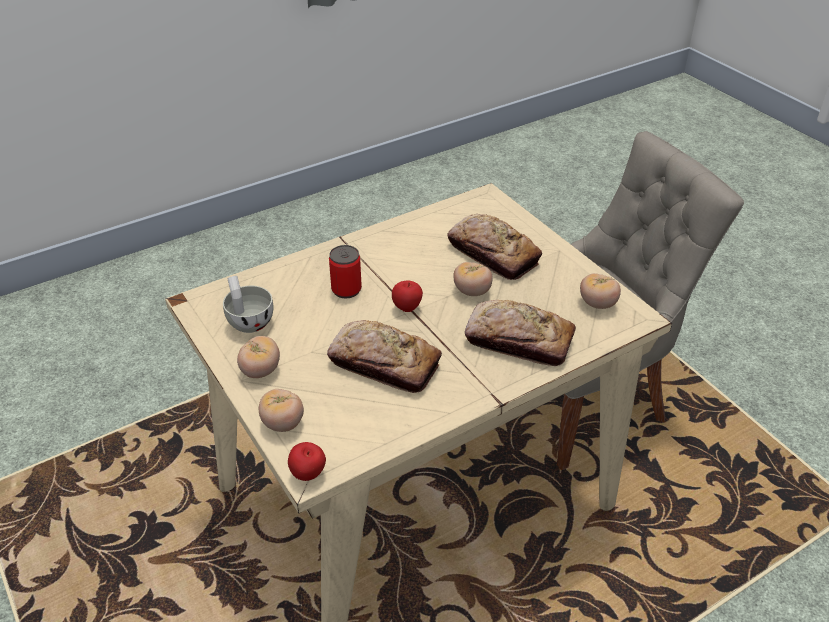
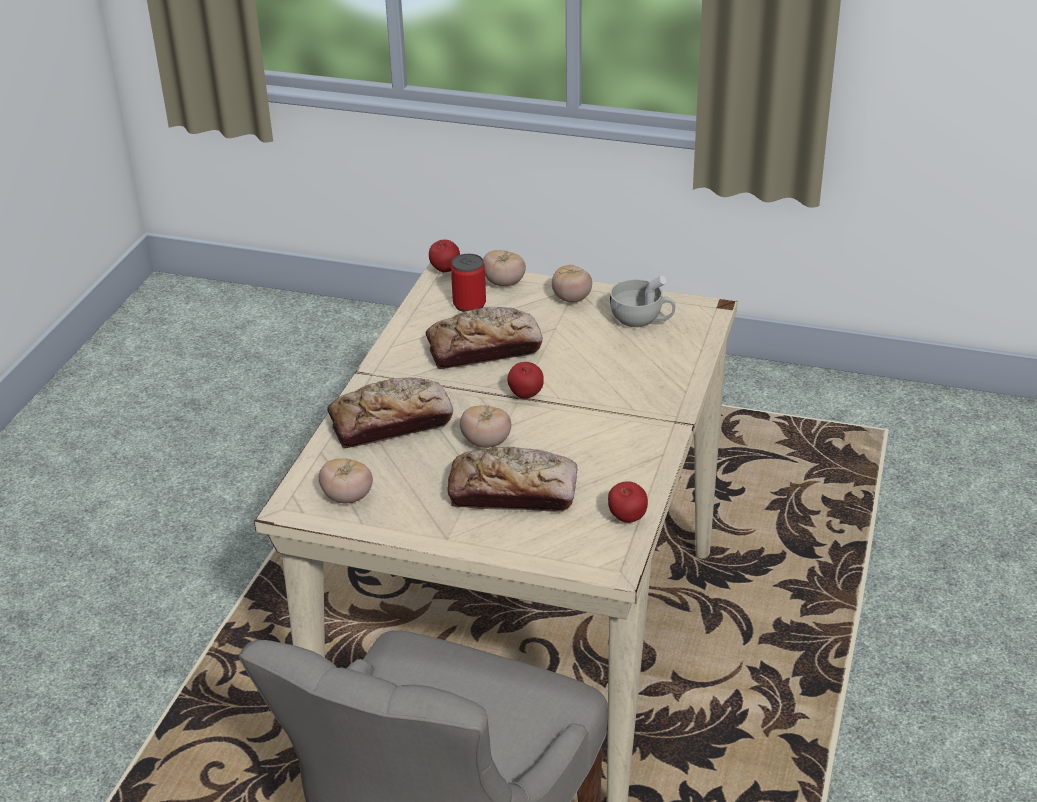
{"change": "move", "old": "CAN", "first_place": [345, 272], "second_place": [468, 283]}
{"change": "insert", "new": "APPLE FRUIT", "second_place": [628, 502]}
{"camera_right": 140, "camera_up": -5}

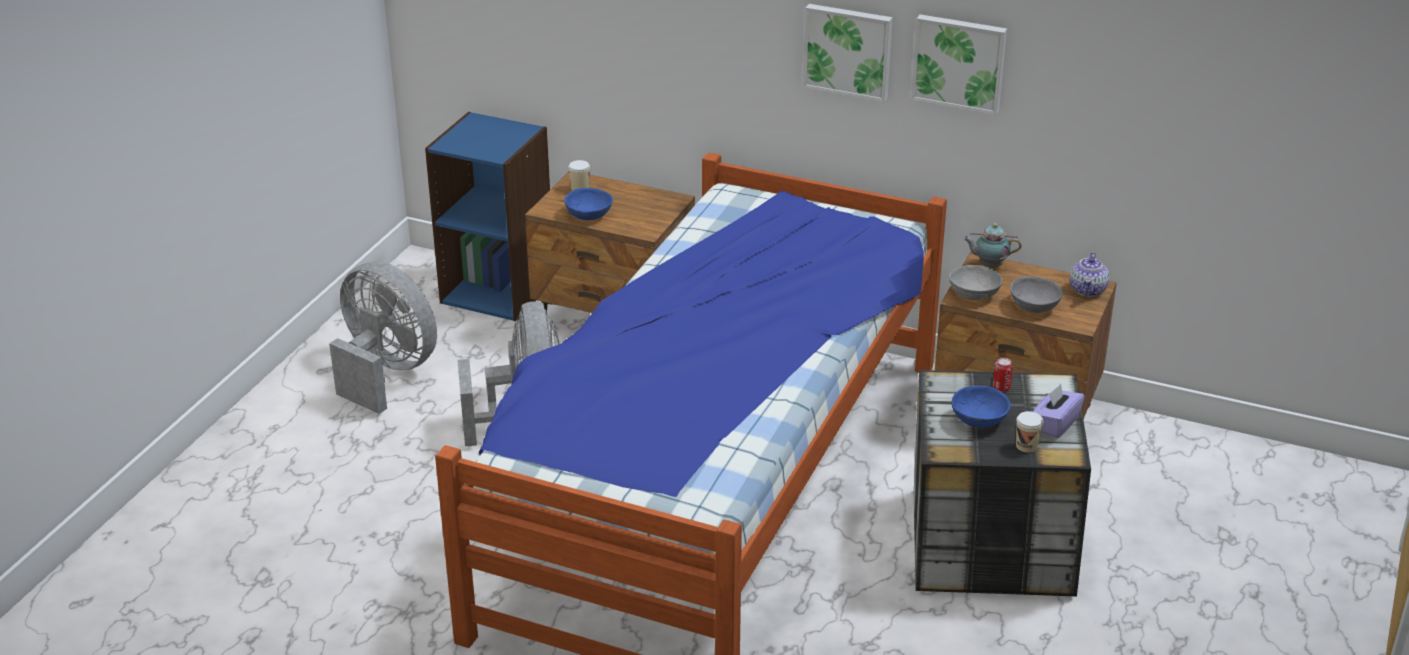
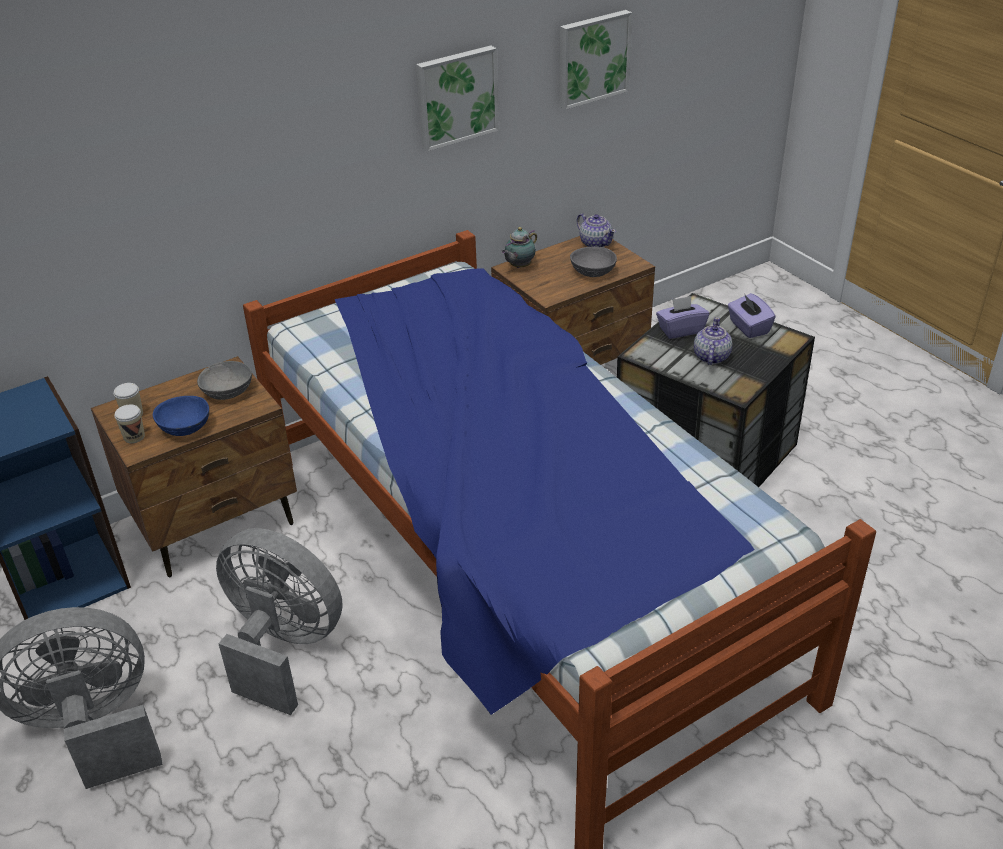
{"change": "move", "old": "WALL ART", "first_place": [848, 53], "second_place": [595, 60]}
{"change": "move", "old": "GRAY DEEP DISH", "first_place": [975, 282], "second_place": [224, 380]}
{"change": "replace", "old": "BLUE-COLOURED DEEP DISH", "new": "TEAPOT", "first_place": [981, 407], "second_place": [713, 341]}
{"change": "replace", "old": "CAN", "new": "PURPLISH TISSUE HOLDER", "first_place": [1003, 374], "second_place": [682, 317]}
{"change": "move", "old": "CUP", "first_place": [1030, 431], "second_place": [129, 423]}
{"camera_right": -55, "camera_up": 5}

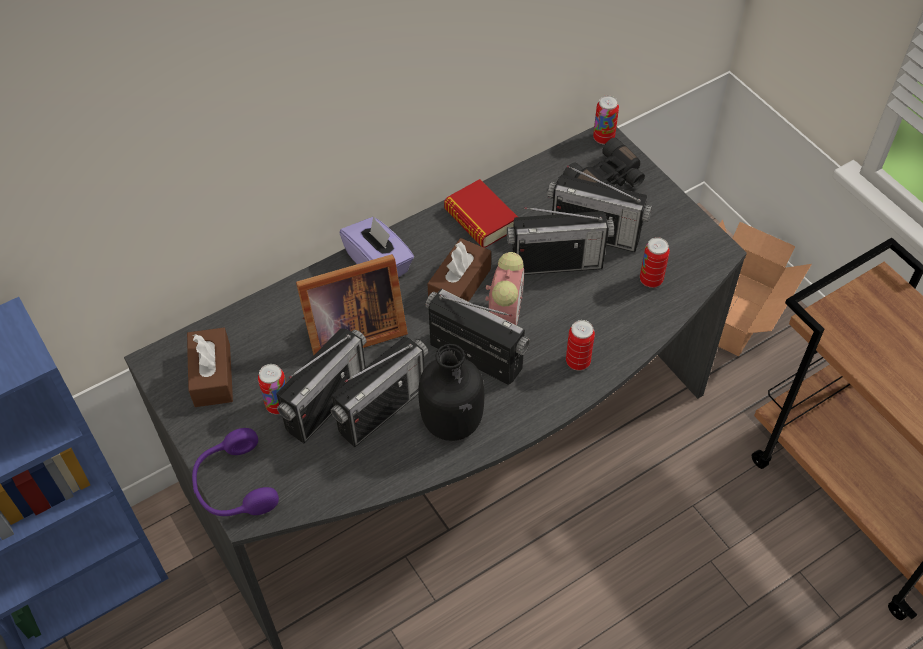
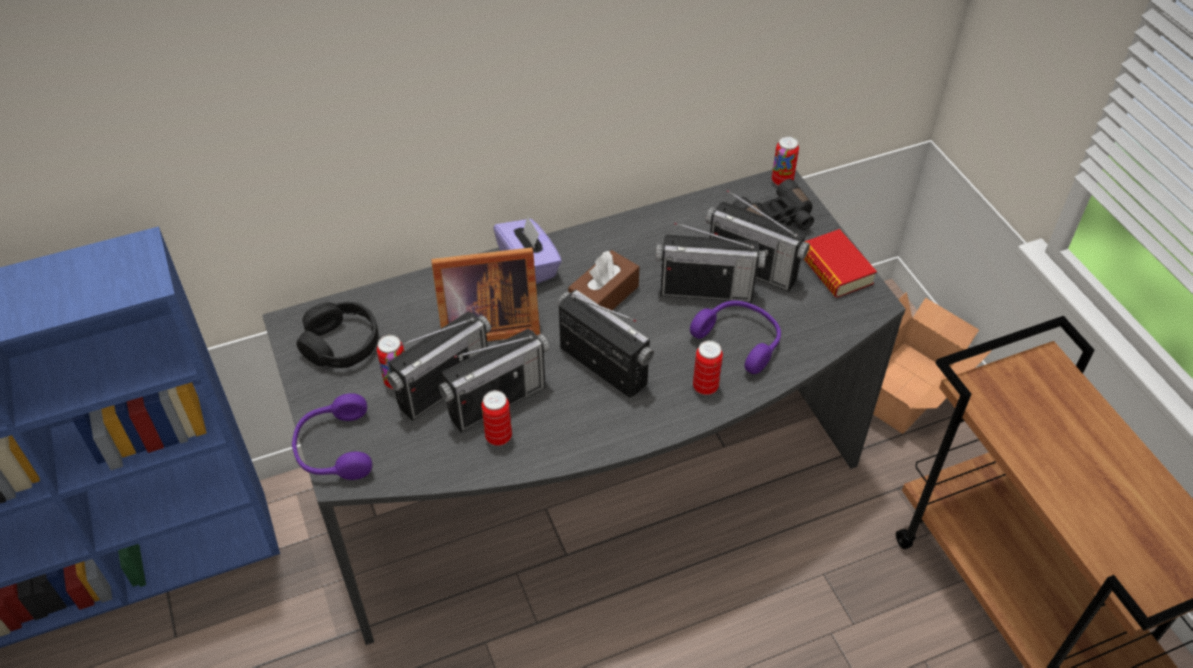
{"change": "replace", "old": "BROWNISH TISSUE HOLDER", "new": "BLACKISH PAIR OF HEADPHONES", "first_place": [210, 367], "second_place": [337, 335]}
{"change": "delete", "old": "BLACKISH BOTTLE", "first_place": [451, 392]}
{"change": "move", "old": "BOOK", "first_place": [481, 213], "second_place": [840, 263]}
{"change": "delete", "old": "TABLE CLOCK", "first_place": [505, 288]}
{"change": "move", "old": "CAN", "first_place": [655, 262], "second_place": [496, 418]}
{"change": "insert", "new": "PURPLISH PAIR OF HEADPHONES", "second_place": [735, 337]}
{"camera_right": 10, "camera_up": -5}

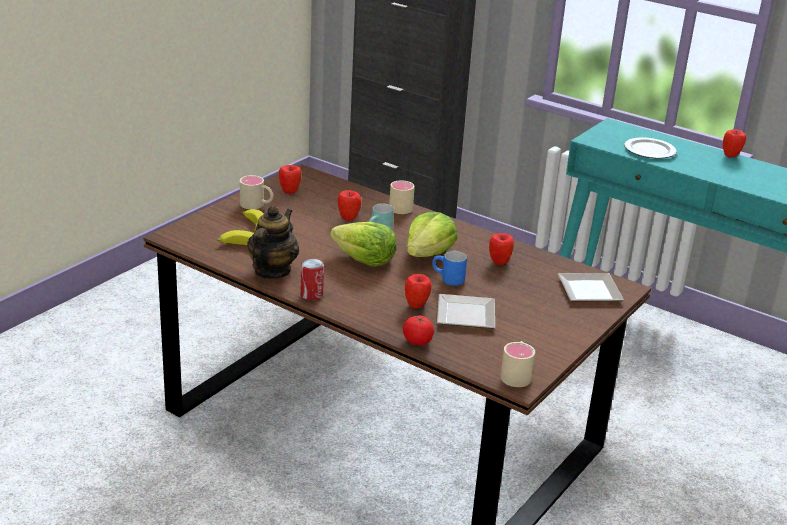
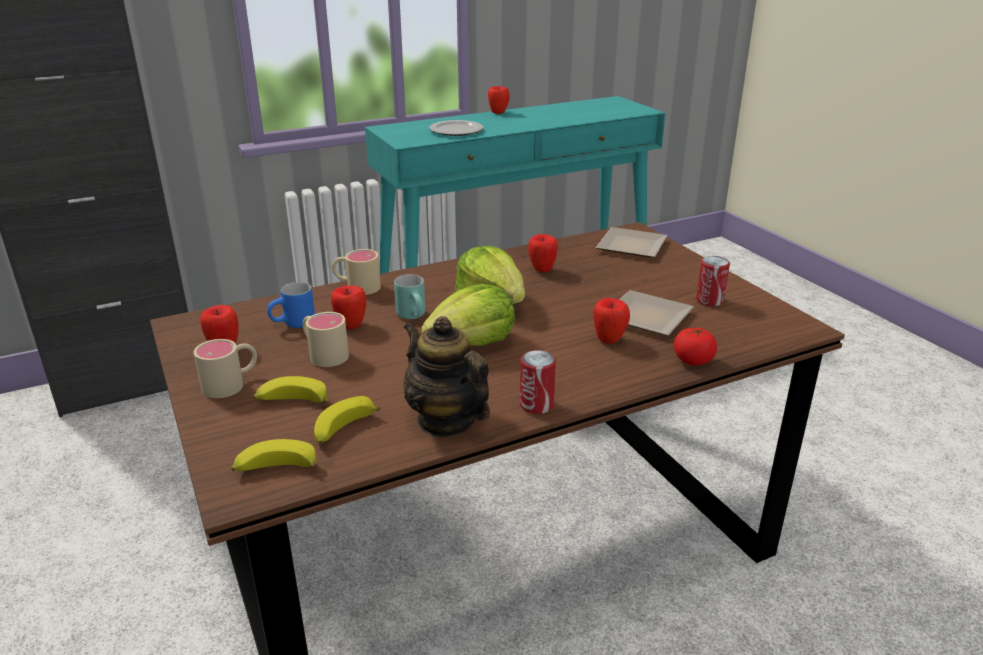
{"change": "move", "old": "BLUE-COLOURED COFFEE MUG", "first_place": [449, 268], "second_place": [291, 305]}
{"change": "move", "old": "SAND-COLOURED COFFEE MUG", "first_place": [517, 364], "second_place": [326, 339]}
{"change": "insert", "new": "BANANA", "second_place": [274, 455]}
{"change": "insert", "new": "CAN", "second_place": [713, 281]}
{"camera_right": -60, "camera_up": 0}

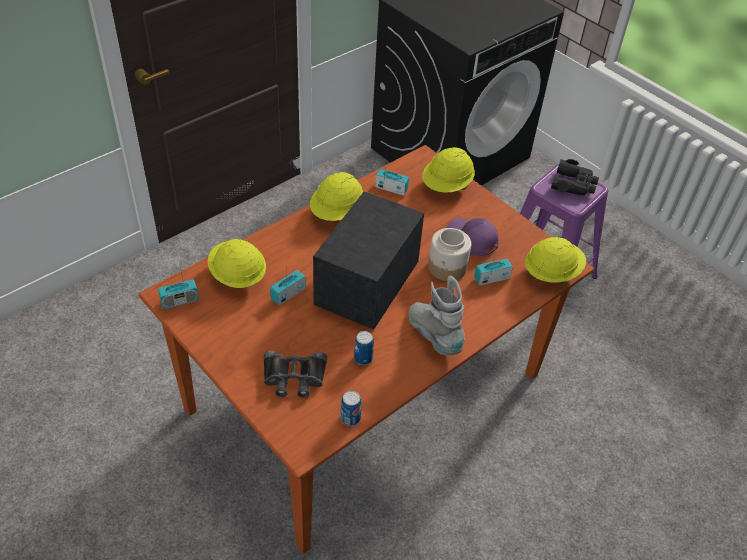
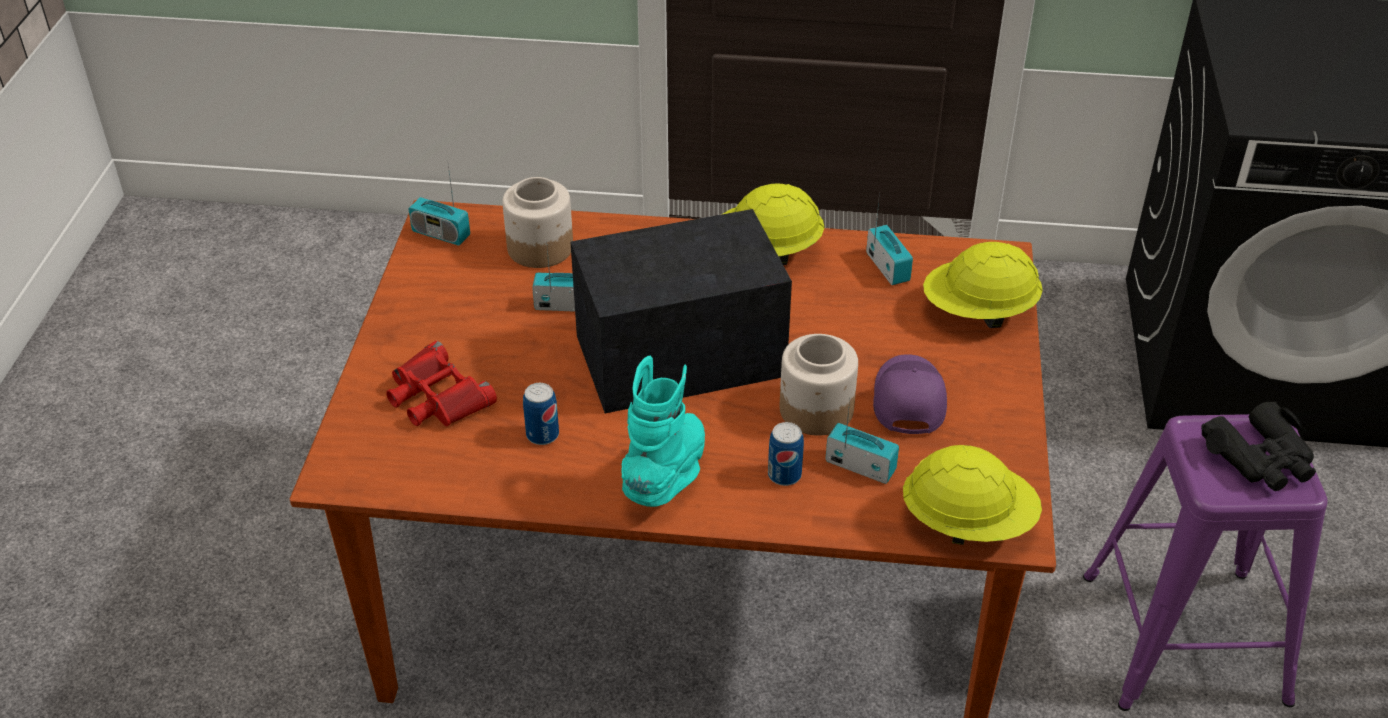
{"change": "replace", "old": "YELLOWISH HARD HAT", "new": "STORAGE JAR", "first_place": [237, 263], "second_place": [537, 222]}
{"change": "recolor", "old": "BLACKISH BINOCULARS", "new": "RED-COLOURED BINOCULARS", "first_place": [295, 374], "second_place": [441, 383]}
{"change": "move", "old": "CAN", "first_place": [351, 408], "second_place": [786, 454]}
{"change": "recolor", "old": "GRAY TALL BOOT", "new": "TURQUOISE-COLOURED TALL BOOT", "first_place": [437, 315], "second_place": [663, 431]}
{"camera_right": 50, "camera_up": -5}

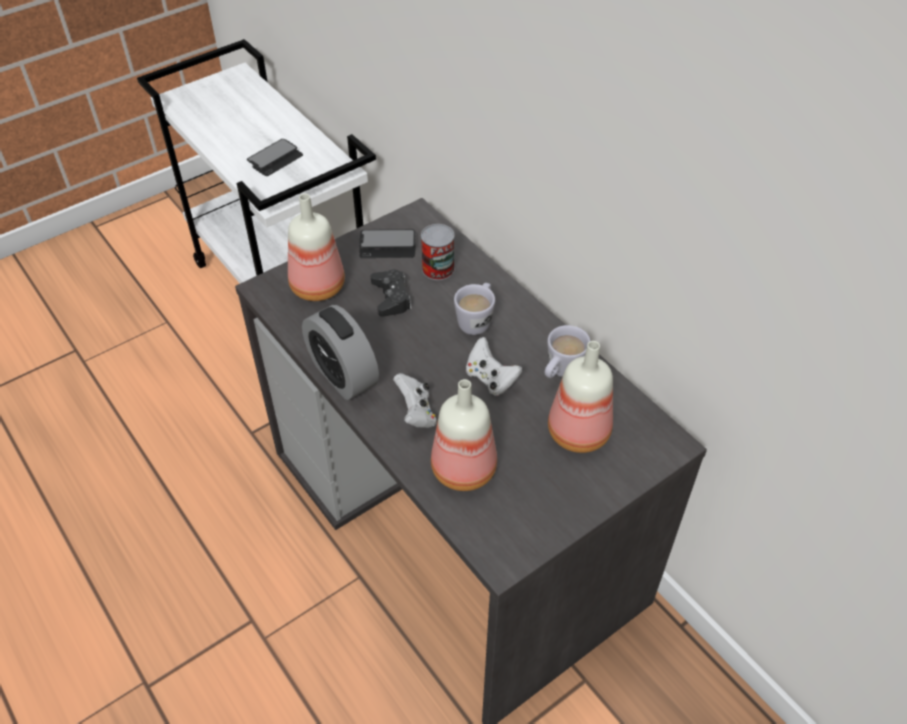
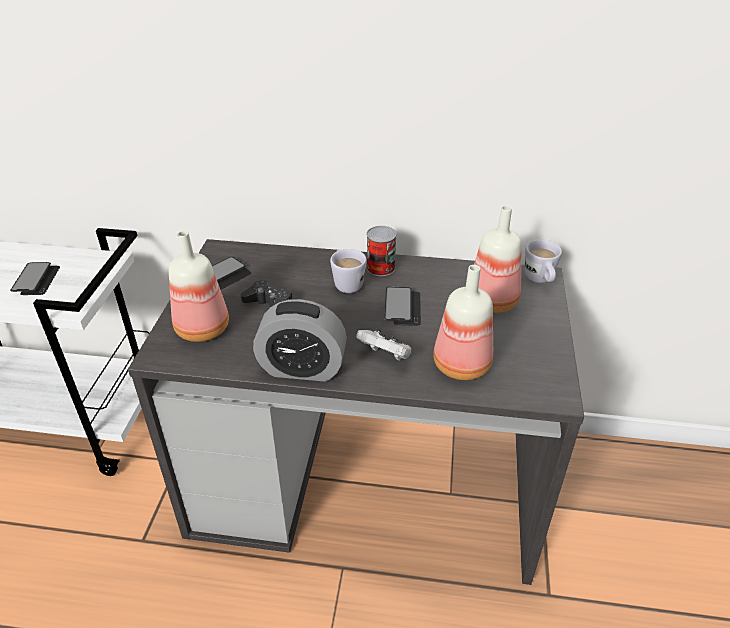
{"change": "move", "old": "CAN", "first_place": [438, 252], "second_place": [381, 251]}
{"change": "replace", "old": "WHITE GAME CONTROLLER", "new": "HANDSET", "first_place": [494, 366], "second_place": [402, 306]}
{"change": "move", "old": "WHITE COFFEE MUG", "first_place": [568, 351], "second_place": [543, 261]}
{"camera_right": -45, "camera_up": -10}

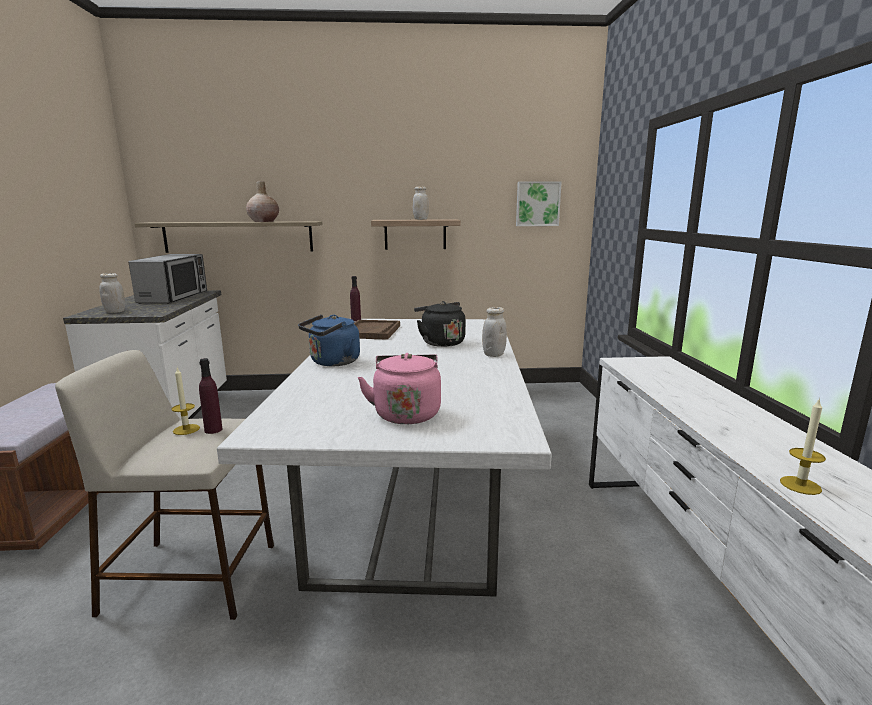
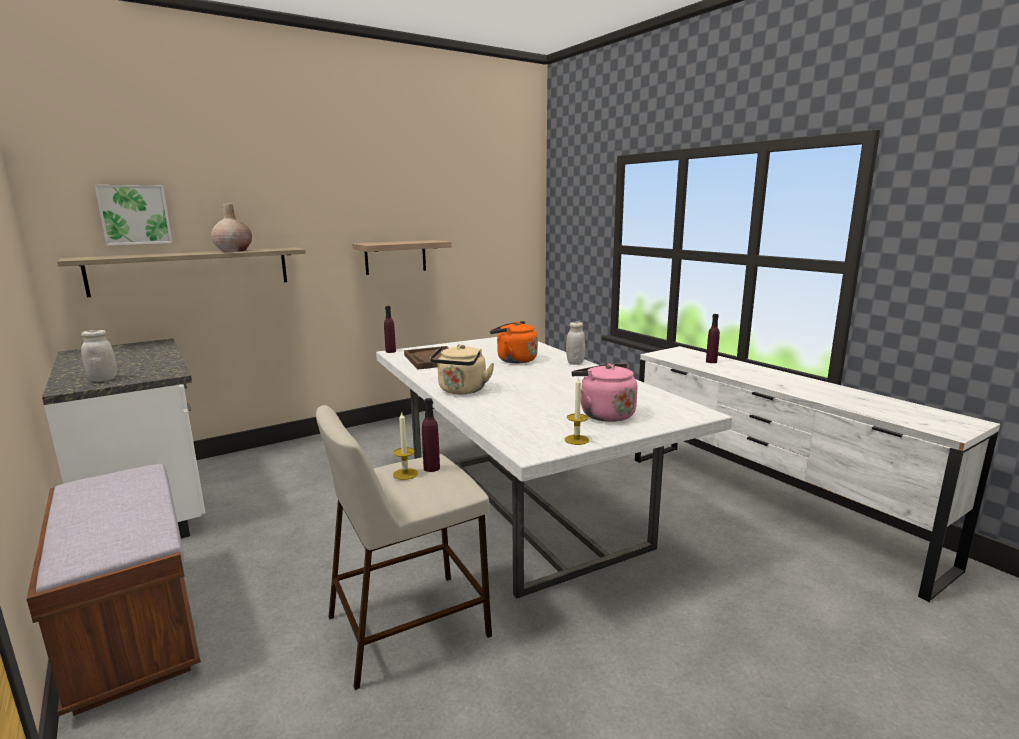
{"change": "delete", "old": "MICROWAVE OVEN", "first_place": [167, 279]}
{"change": "recolor", "old": "BLUE-COLOURED KETTLE", "new": "SAND-COLOURED KETTLE", "first_place": [329, 340], "second_place": [462, 369]}
{"change": "delete", "old": "WHITE STORAGE JAR", "first_place": [421, 203]}
{"change": "recolor", "old": "BLACKISH KETTLE", "new": "ORANGEY KETTLE", "first_place": [439, 324], "second_place": [514, 342]}
{"change": "move", "old": "WALL ART", "first_place": [539, 203], "second_place": [134, 215]}
{"change": "move", "old": "WAX CANDLE", "first_place": [803, 446], "second_place": [577, 410]}
{"change": "insert", "new": "PURPLISH BOTTLE", "second_place": [713, 338]}
{"camera_right": -30, "camera_up": 0}

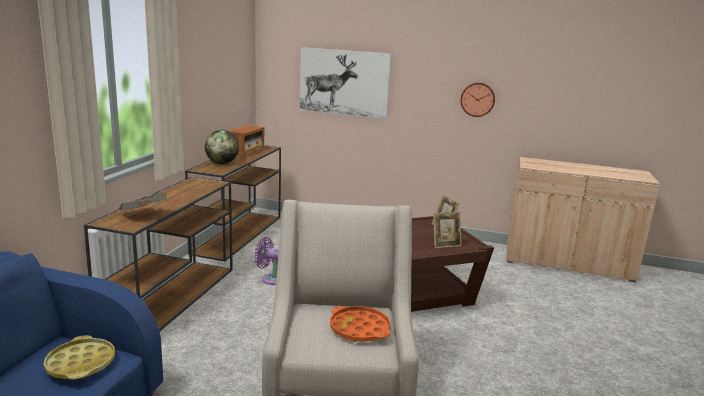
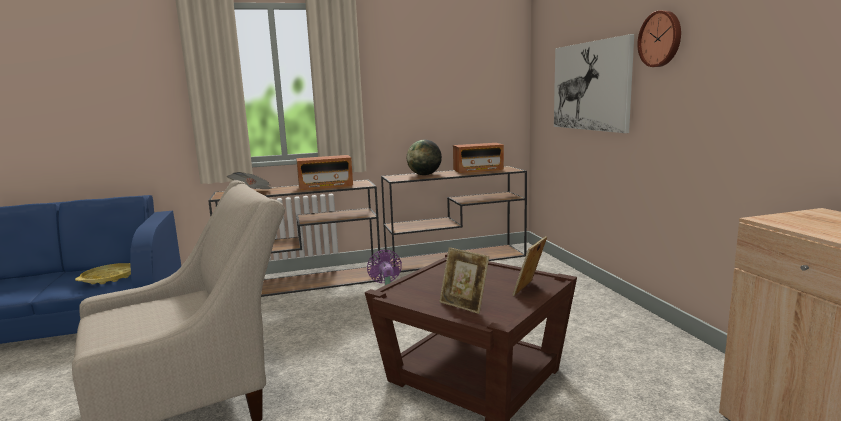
{"change": "delete", "old": "ORANGEY TRAY", "first_place": [360, 324]}
{"change": "move", "old": "CLOCK ON THE WALL", "first_place": [477, 100], "second_place": [659, 39]}
{"change": "insert", "new": "RADIO", "second_place": [324, 172]}
{"camera_right": 60, "camera_up": -5}

